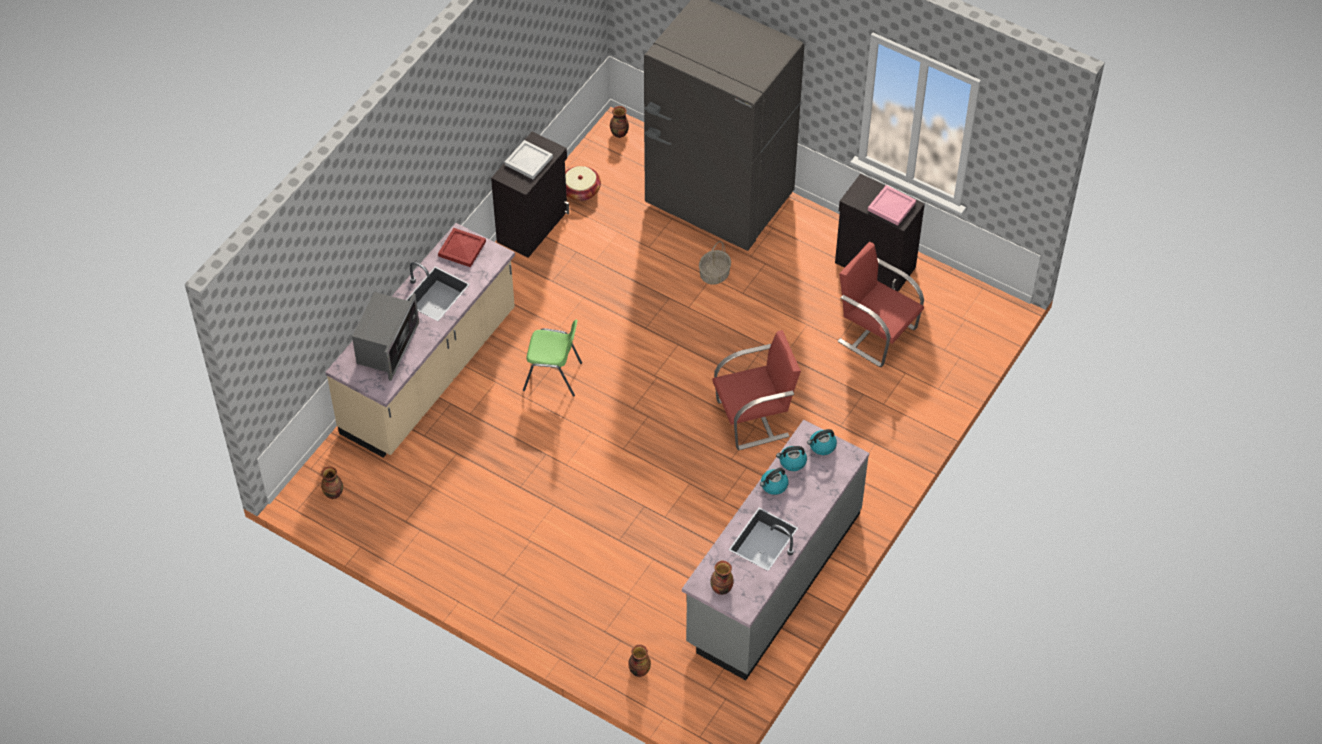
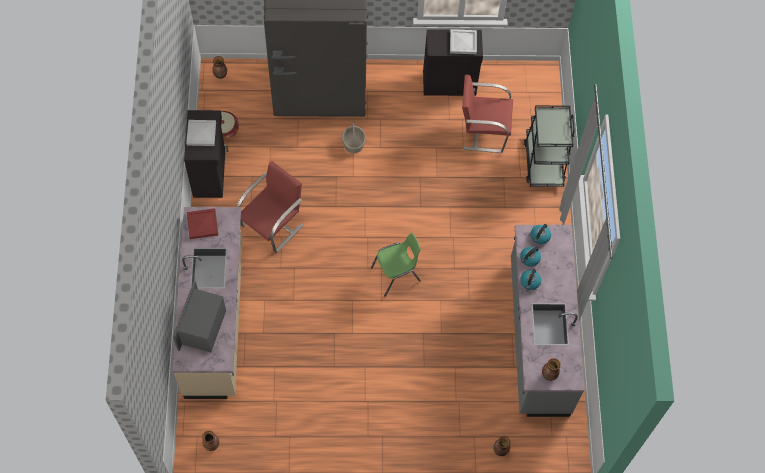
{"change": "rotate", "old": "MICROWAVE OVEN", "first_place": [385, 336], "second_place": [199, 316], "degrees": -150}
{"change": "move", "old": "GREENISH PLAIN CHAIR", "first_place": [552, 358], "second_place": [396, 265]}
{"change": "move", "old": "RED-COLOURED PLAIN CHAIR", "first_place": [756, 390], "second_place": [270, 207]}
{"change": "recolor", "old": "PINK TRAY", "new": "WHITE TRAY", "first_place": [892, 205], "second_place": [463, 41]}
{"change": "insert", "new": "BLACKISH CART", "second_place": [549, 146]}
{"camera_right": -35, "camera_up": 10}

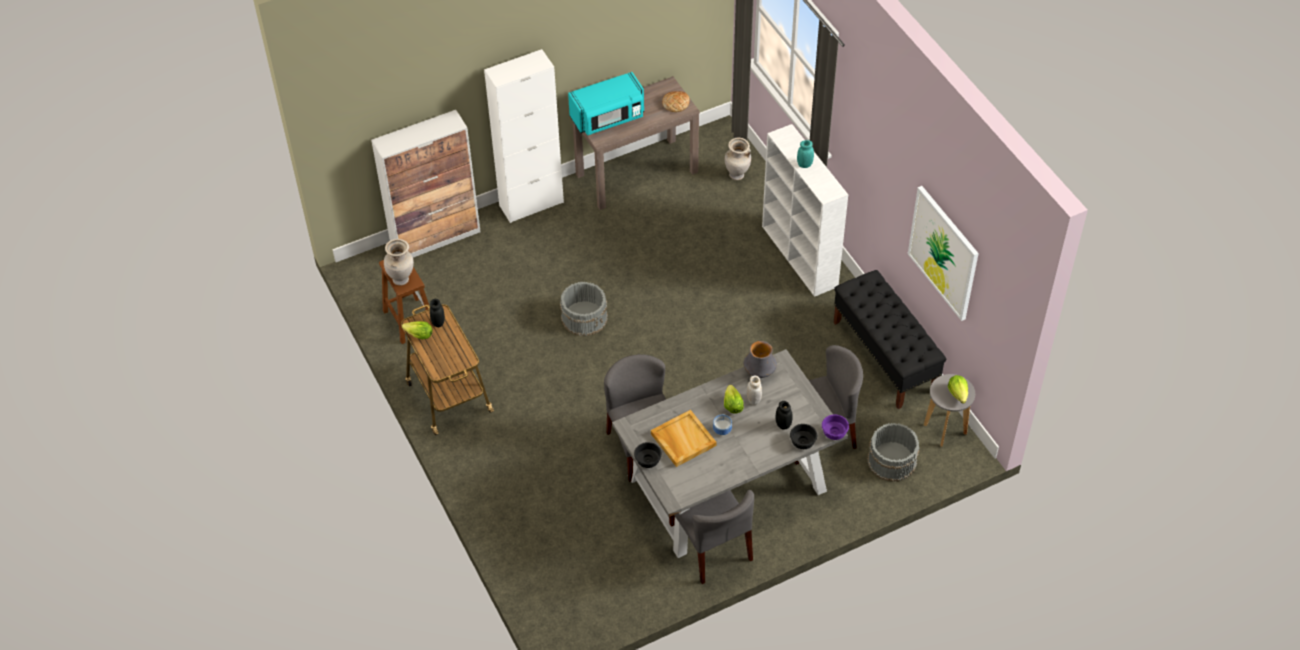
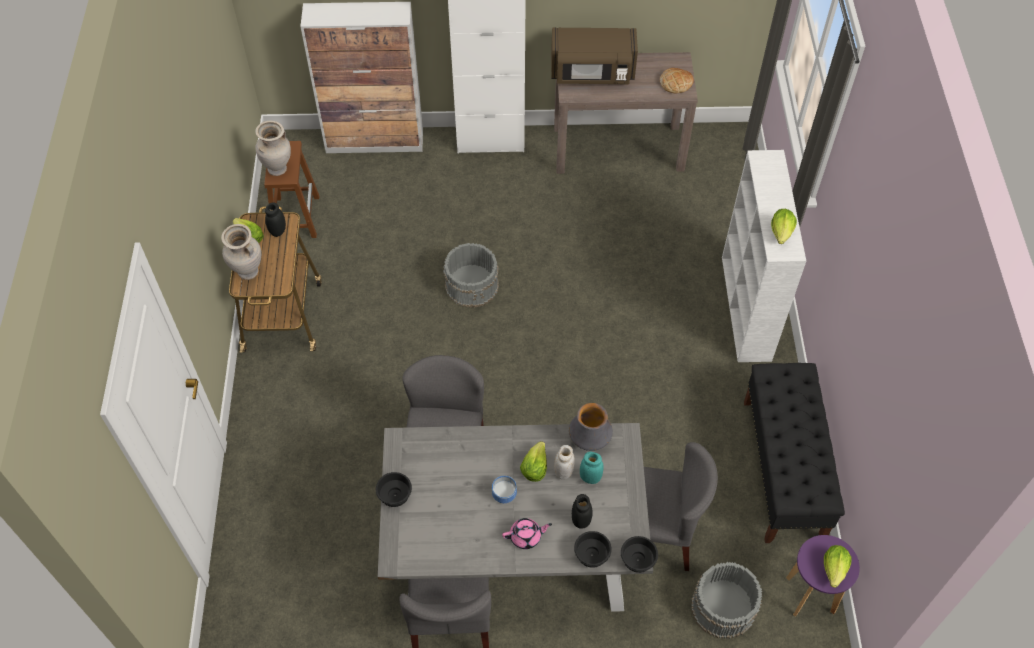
{"change": "recolor", "old": "TURQUOISE-COLOURED MICROWAVE OVEN", "new": "BROWNISH MICROWAVE OVEN", "first_place": [606, 103], "second_place": [594, 56]}
{"change": "delete", "old": "SAND-COLOURED TRAY", "first_place": [683, 438]}
{"change": "move", "old": "SAND-COLOURED DECORATIVE VASE", "first_place": [737, 159], "second_place": [241, 252]}
{"change": "move", "old": "TURQUOISE-COLOURED STORAGE JAR", "first_place": [805, 154], "second_place": [592, 468]}
{"change": "recolor", "old": "PURPLISH DEEP DISH", "new": "BLACKISH DEEP DISH", "first_place": [835, 427], "second_place": [639, 554]}
{"change": "delete", "old": "WALL ART", "first_place": [943, 253]}
{"change": "recolor", "old": "GRAY STOOL SEAT", "new": "PURPLISH STOOL SEAT", "first_place": [949, 410], "second_place": [823, 576]}
{"change": "insert", "new": "PINK TEAPOT", "second_place": [527, 533]}
{"change": "insert", "new": "HEAD OF LETTUCE", "second_place": [784, 226]}
{"camera_right": 25, "camera_up": 5}

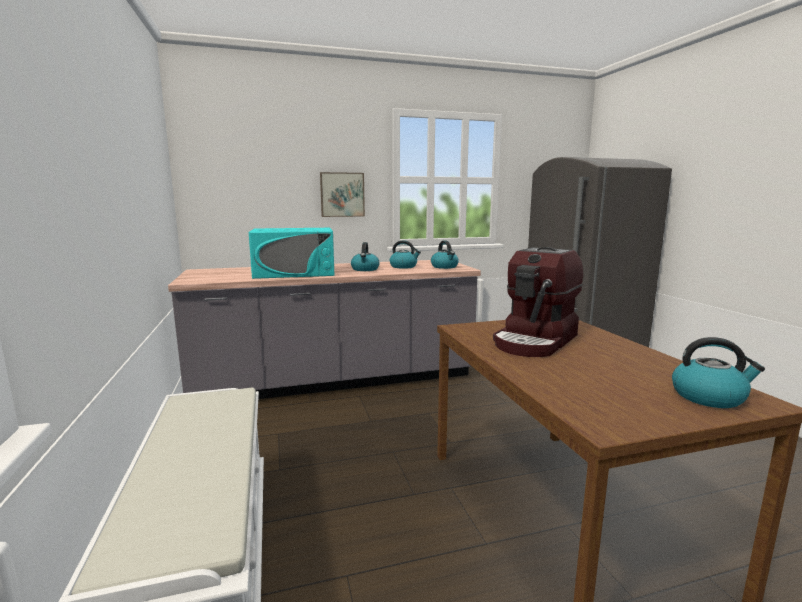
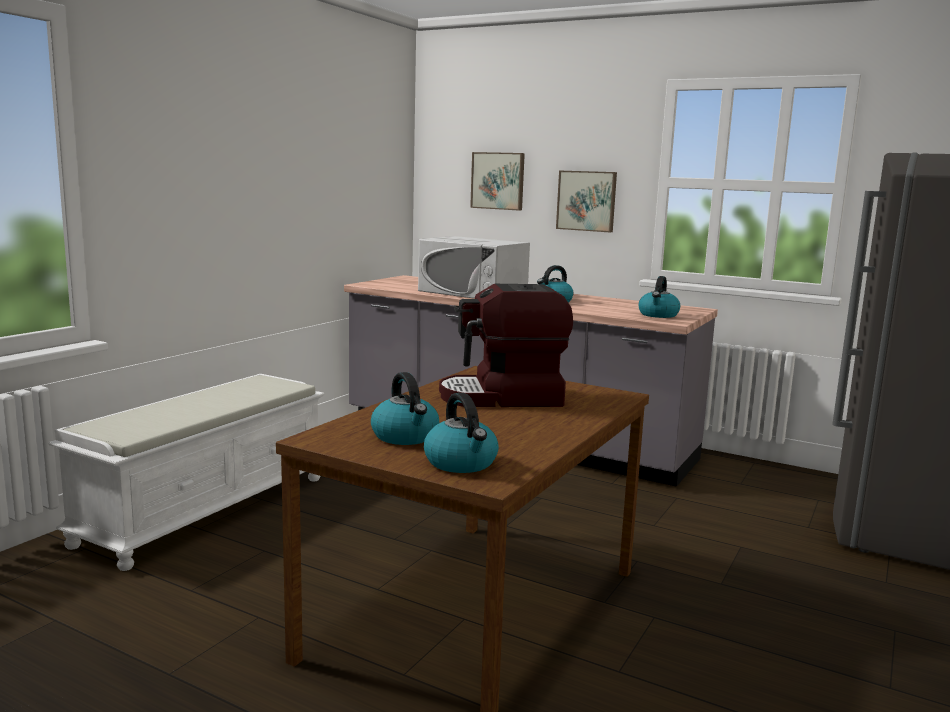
{"change": "recolor", "old": "TURQUOISE-COLOURED MICROWAVE OVEN", "new": "WHITE MICROWAVE OVEN", "first_place": [292, 253], "second_place": [474, 267]}
{"change": "move", "old": "KETTLE", "first_place": [405, 254], "second_place": [405, 408]}
{"change": "insert", "new": "WALL ART", "second_place": [497, 181]}
{"camera_right": 45, "camera_up": 0}

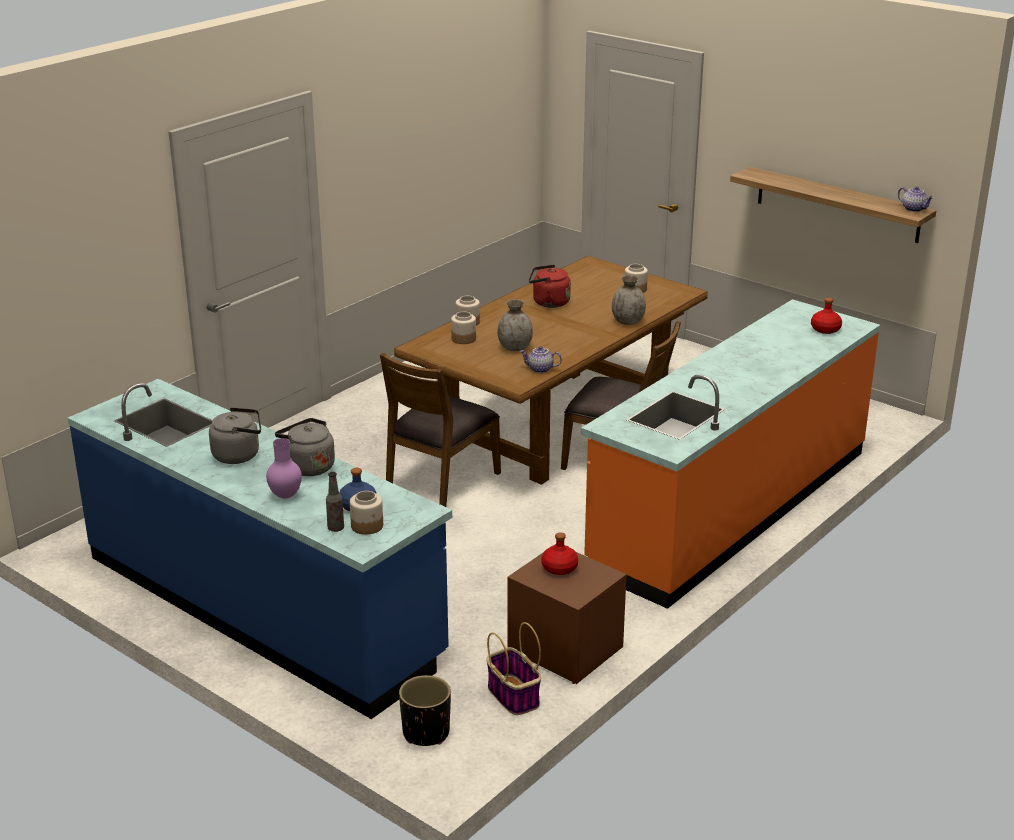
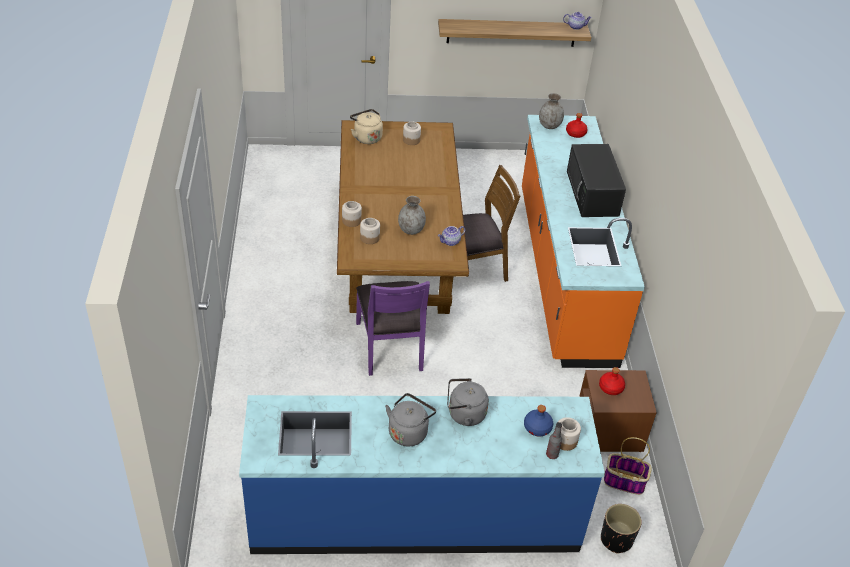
{"change": "delete", "old": "PURPLISH DECORATIVE VASE", "first_place": [284, 468]}
{"change": "recolor", "old": "BROWNISH PLAIN CHAIR", "new": "PURPLISH PLAIN CHAIR", "first_place": [440, 430], "second_place": [393, 328]}
{"change": "delete", "old": "RED-COLOURED KETTLE", "first_place": [550, 286]}
{"change": "move", "old": "GRAY DECORATIVE VASE", "first_place": [629, 300], "second_place": [551, 111]}
{"change": "insert", "new": "SAND-COLOURED KETTLE", "second_place": [366, 126]}
{"change": "insert", "new": "BLACKISH MICROWAVE OVEN", "second_place": [596, 180]}
{"camera_right": -45, "camera_up": 15}

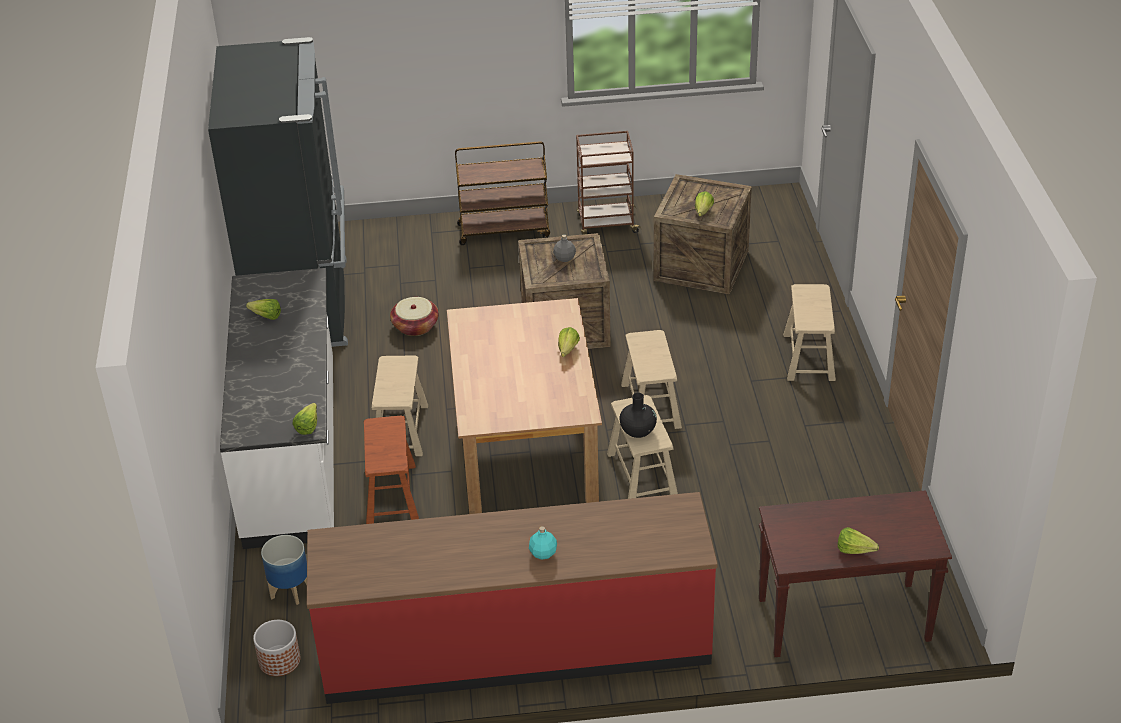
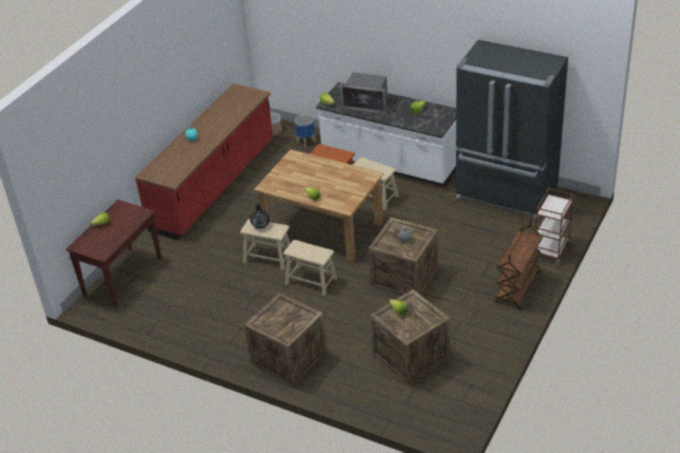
{"change": "delete", "old": "STORAGE BASKET", "first_place": [414, 316]}
{"change": "move", "old": "BROWNISH CART", "first_place": [609, 183], "second_place": [554, 227]}
{"change": "replace", "old": "SAND-COLOURED STOOL SEAT", "new": "CRATE", "first_place": [809, 332], "second_place": [285, 339]}
{"change": "insert", "new": "MICROWAVE OVEN", "second_place": [364, 93]}
{"camera_right": 125, "camera_up": 0}

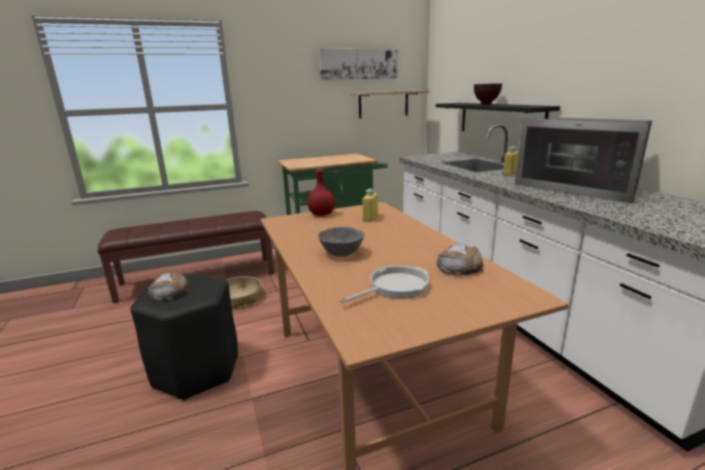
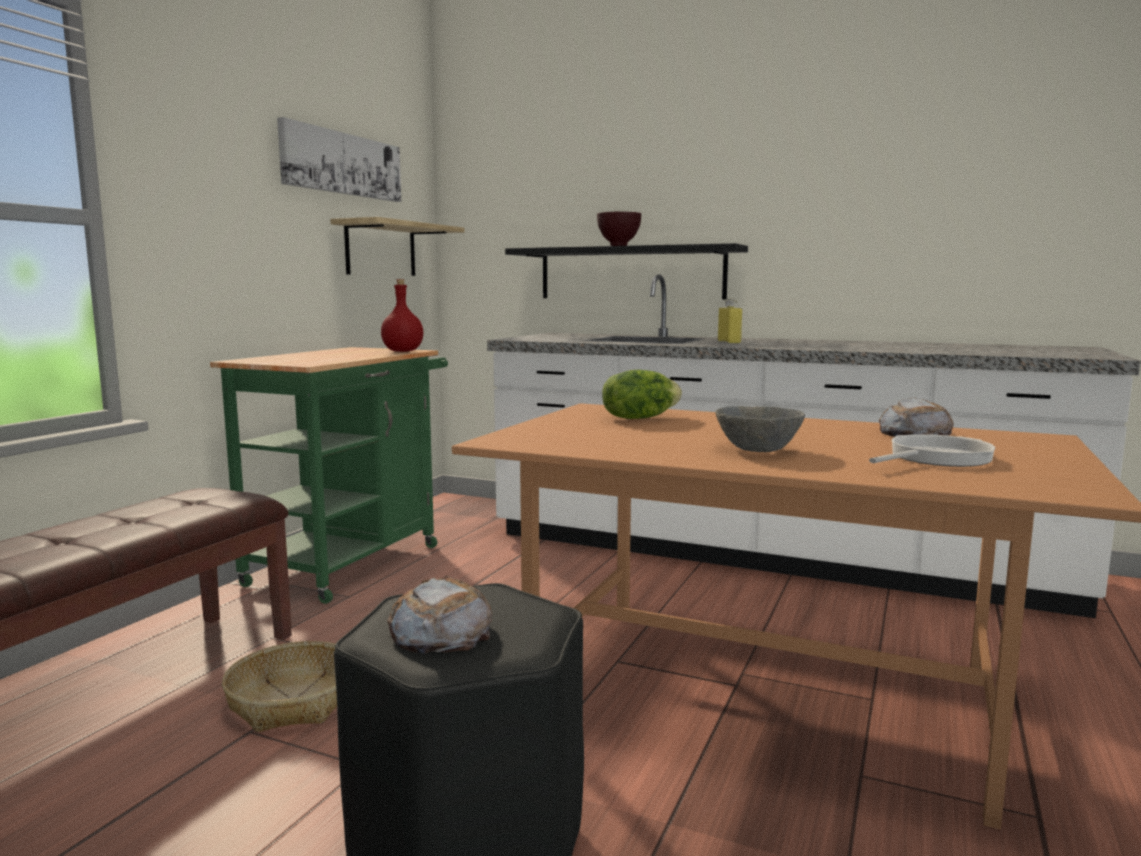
{"change": "move", "old": "RED-COLOURED BOTTLE", "first_place": [321, 191], "second_place": [402, 315]}
{"change": "rotate", "old": "FRYING PAN", "first_place": [384, 284], "second_place": [932, 450], "degrees": 45}
{"change": "replace", "old": "YELLOWISH BOTTLE", "new": "HEAD OF LETTUCE", "first_place": [370, 205], "second_place": [642, 394]}
{"change": "delete", "old": "MICROWAVE OVEN", "first_place": [583, 160]}
{"camera_right": -45, "camera_up": -10}

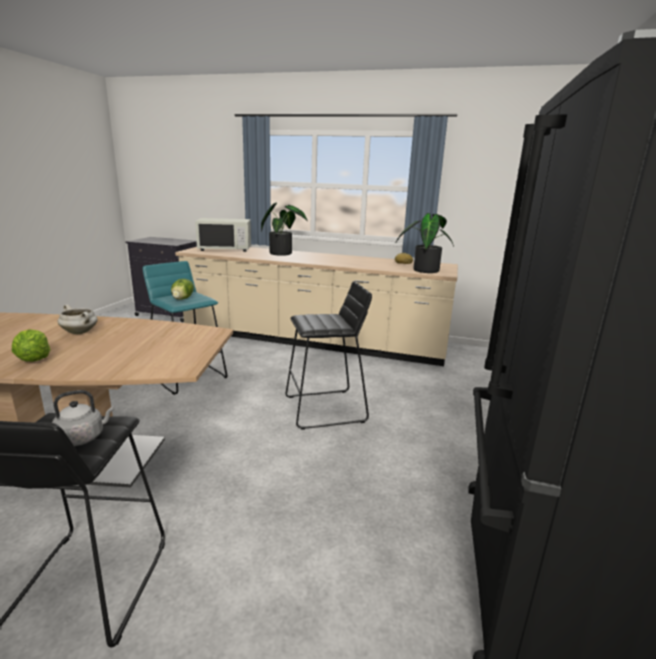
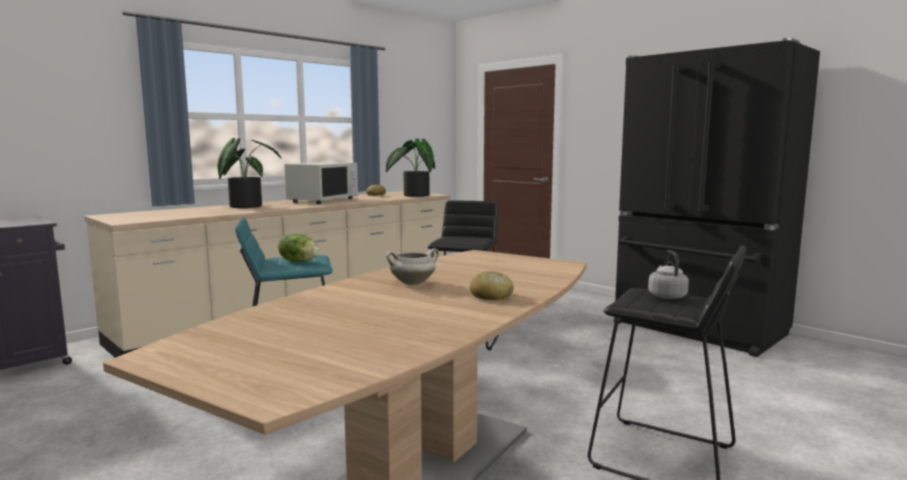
{"change": "replace", "old": "HEAD OF LETTUCE", "new": "BAKED BREAD", "first_place": [31, 345], "second_place": [492, 285]}
{"change": "move", "old": "WHITE MICROWAVE OVEN", "first_place": [223, 235], "second_place": [321, 183]}
{"camera_right": -60, "camera_up": -10}

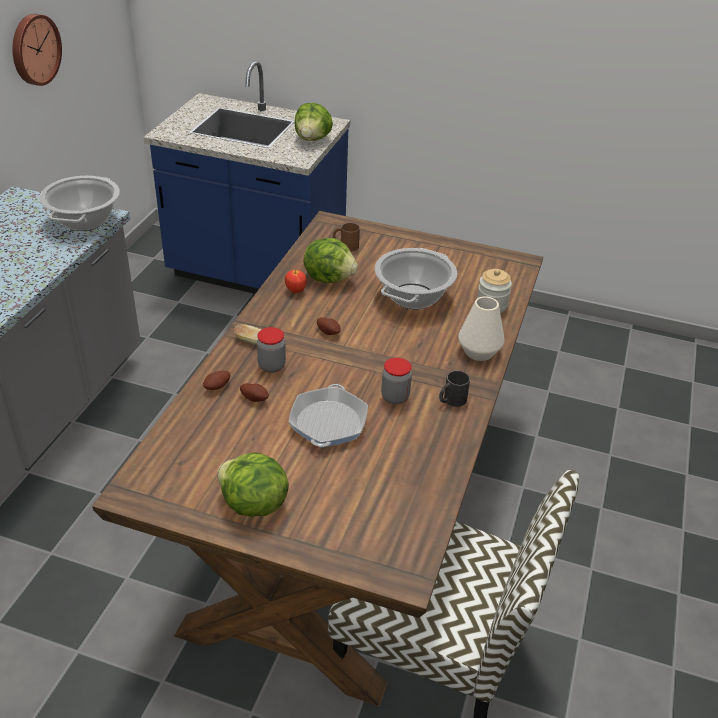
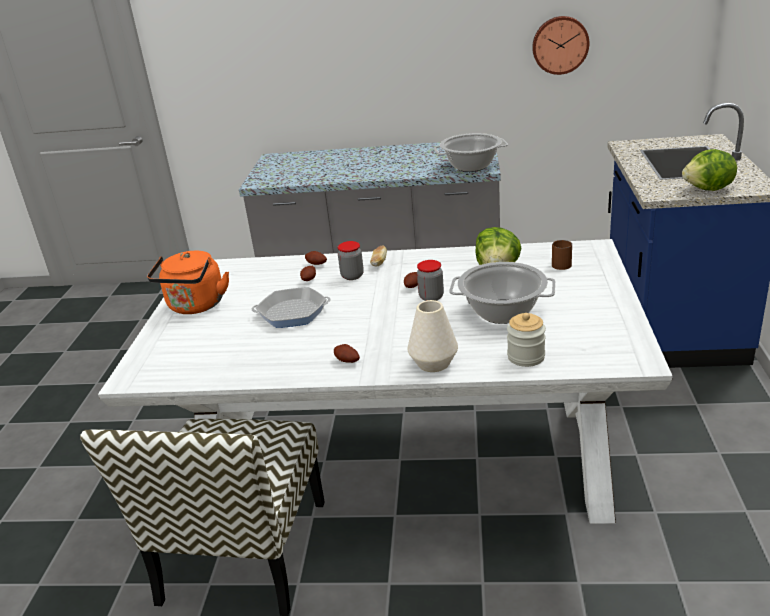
{"change": "recolor", "old": "BROWNISH DINNER TABLE", "new": "WHITE DINNER TABLE", "first_place": [317, 458], "second_place": [385, 381]}
{"change": "replace", "old": "HEAD OF LETTUCE", "new": "ORANGEY KETTLE", "first_place": [253, 484], "second_place": [188, 282]}
{"change": "delete", "old": "APPLE FRUIT", "first_place": [296, 282]}
{"change": "move", "old": "STORAGE JAR", "first_place": [396, 380], "second_place": [430, 280]}
{"change": "replace", "old": "BLACKISH COFFEE MUG", "new": "SPUD", "first_place": [454, 388], "second_place": [347, 353]}
{"camera_right": 80, "camera_up": -10}

